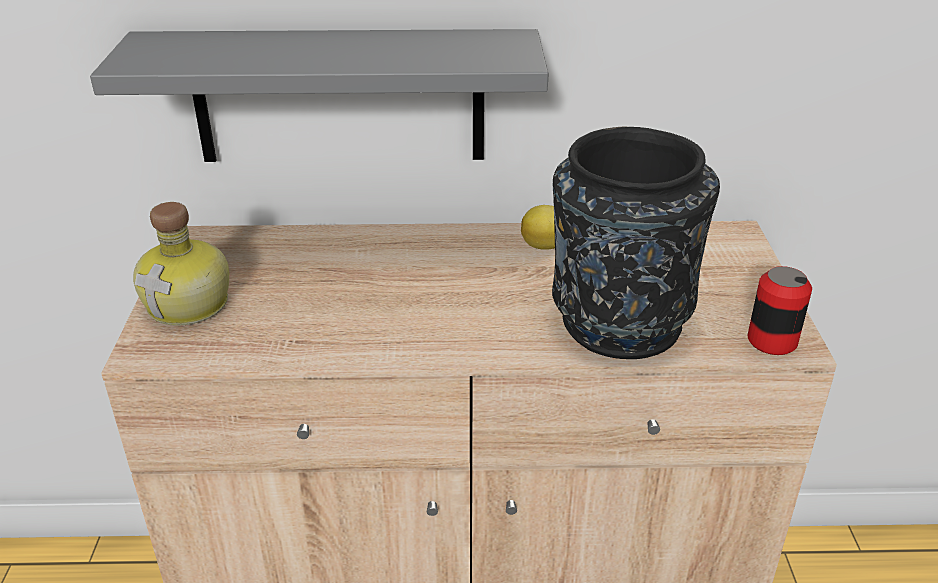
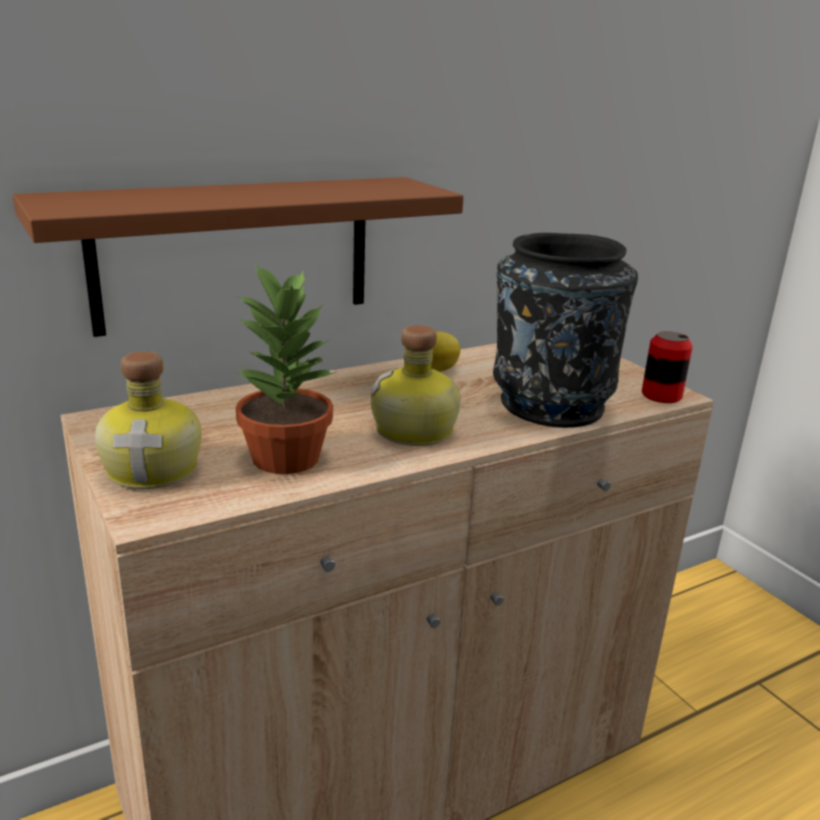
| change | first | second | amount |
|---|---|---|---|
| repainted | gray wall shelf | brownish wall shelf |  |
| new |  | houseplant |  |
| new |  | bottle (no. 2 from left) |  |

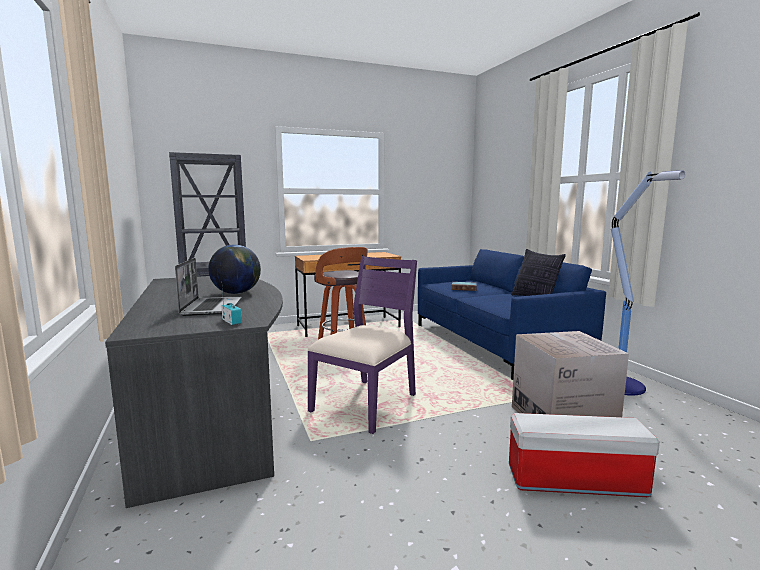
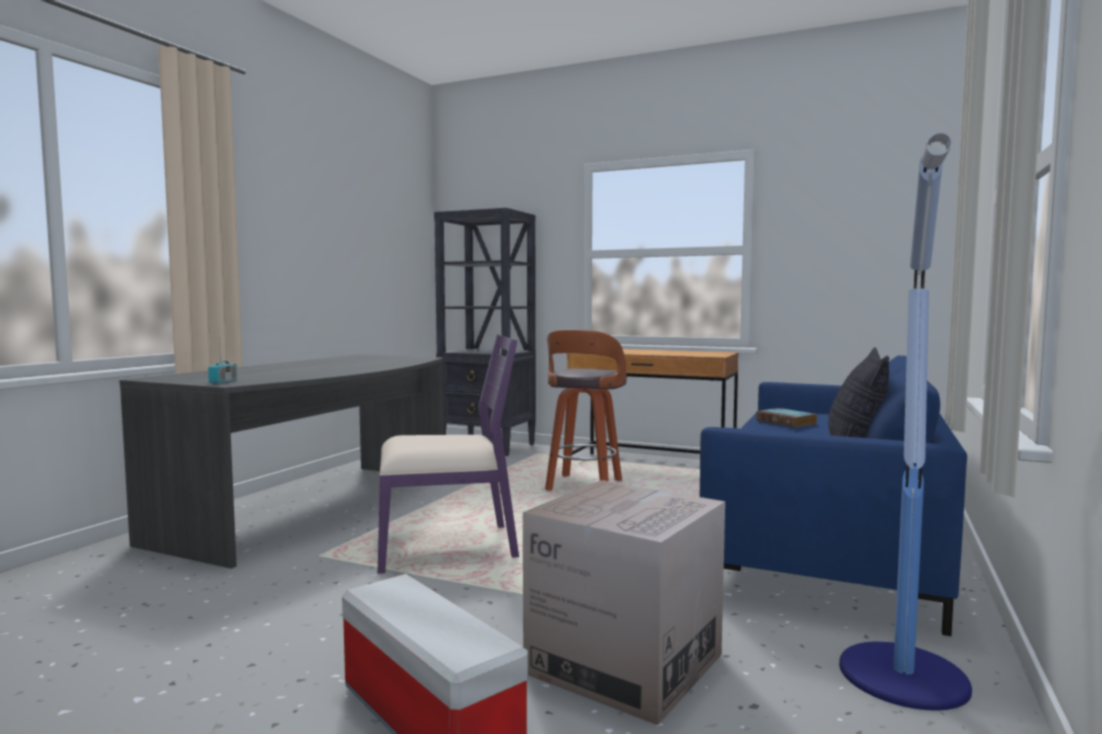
| change | first | second | amount |
|---|---|---|---|
| gone | globe |  |  |
| gone | portable computer |  |  |

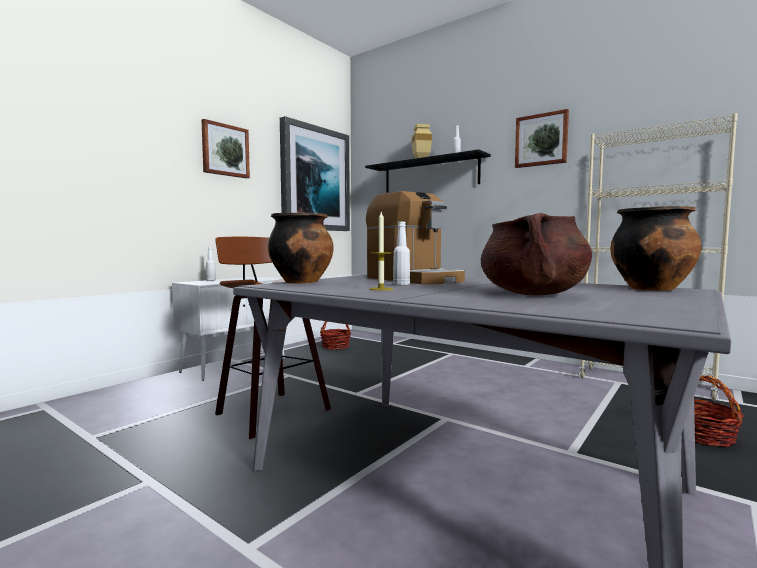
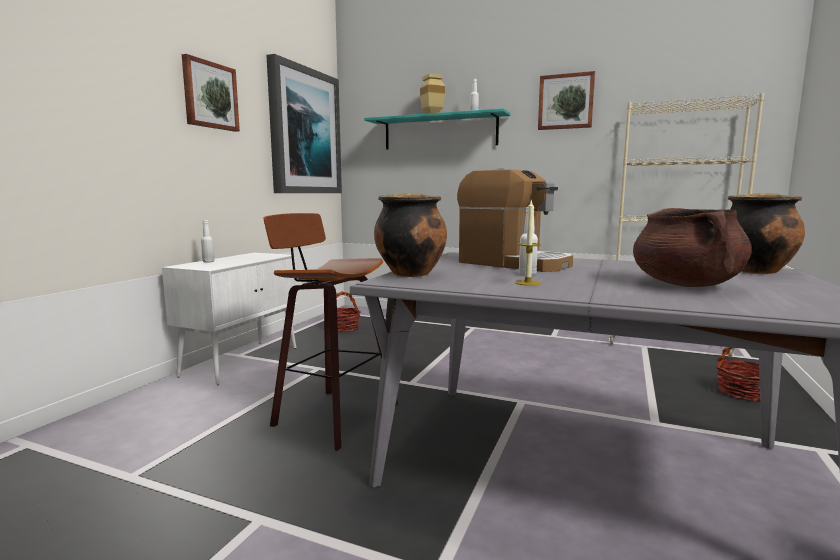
| change | first | second | amount |
|---|---|---|---|
| repainted | black wall shelf | blue-green wall shelf |  |

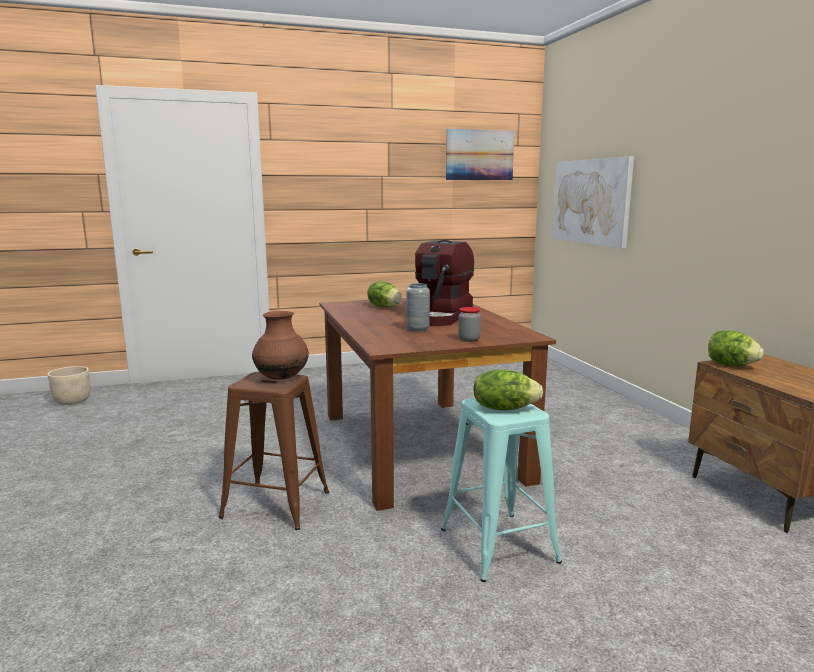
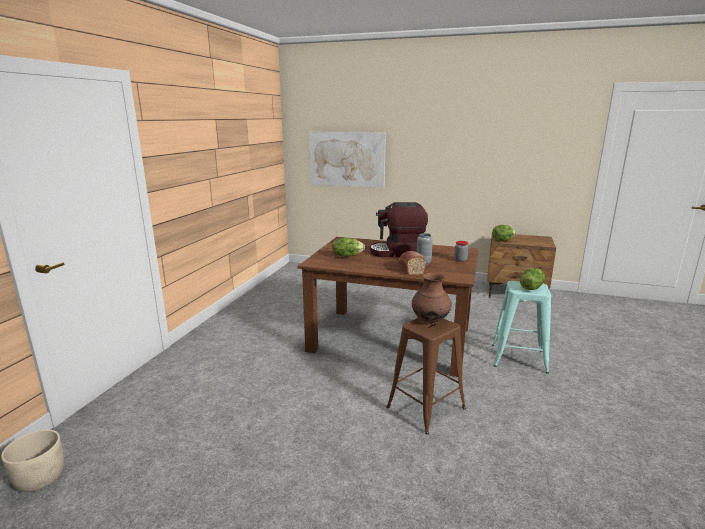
| change | first | second | amount |
|---|---|---|---|
| gone | picture (no. 1 from left) |  |  |
| rotated | coffee machine |  | 120 degrees clockwise |
| new |  | bread |  |

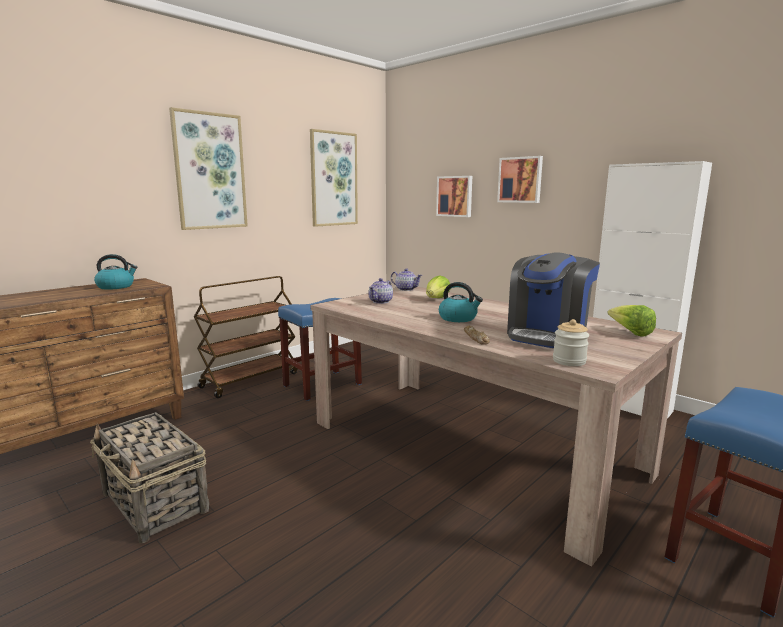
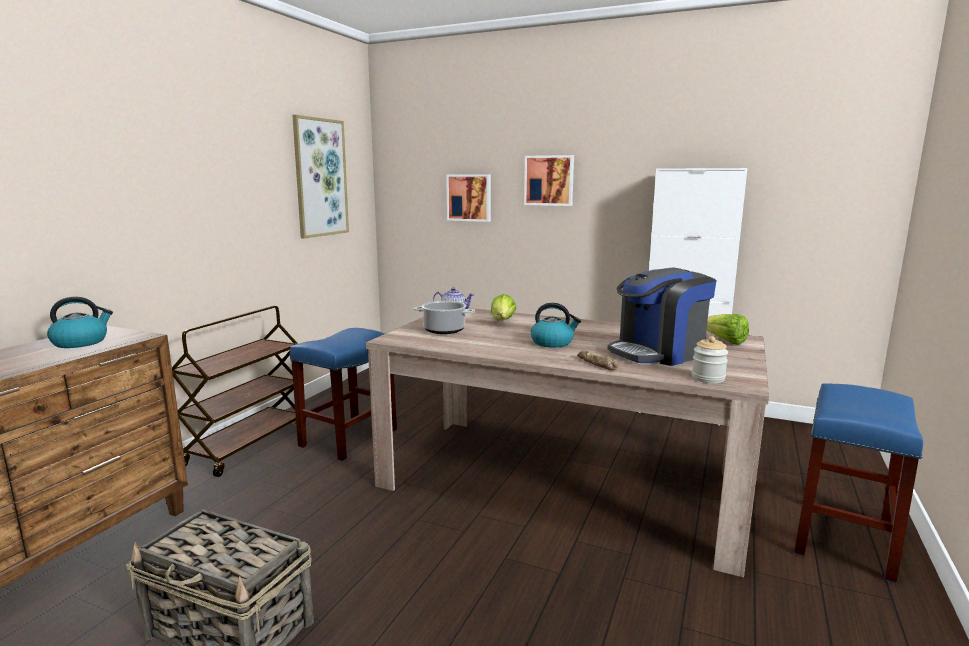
| change | first | second | amount |
|---|---|---|---|
| gone | picture (no. 1 from left) |  |  |
| rotated | coffee machine |  | 45 degrees clockwise |
| swapped | teapot (no. 1 from left) | saucepot |  |

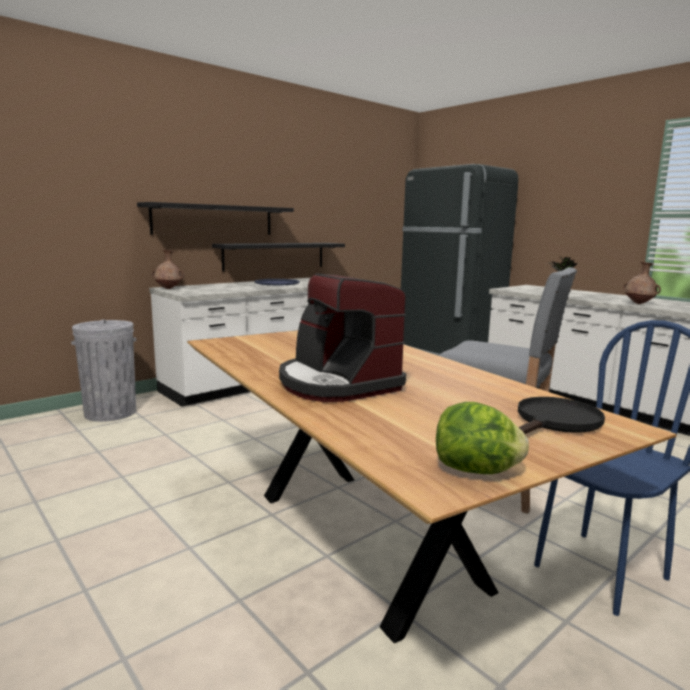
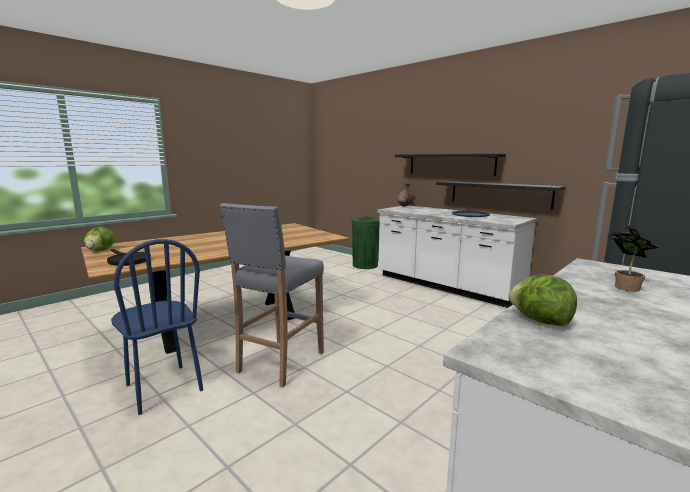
| change | first | second | amount |
|---|---|---|---|
| swapped | brownish decorative vase (no. 2 from left) | lettuce head (no. 2 from left) |  |
| gone | coffee machine |  |  |
| repainted | gray waste bin | greenish waste bin |  |

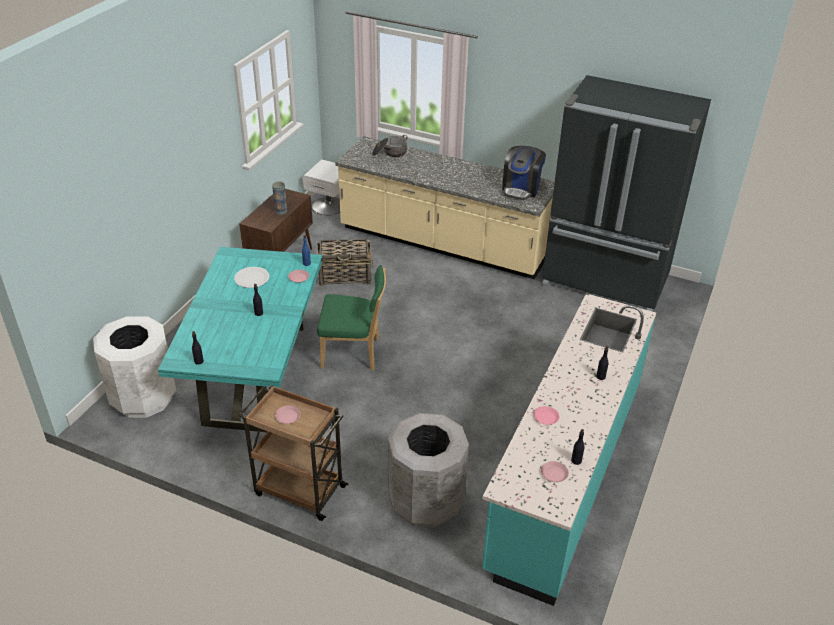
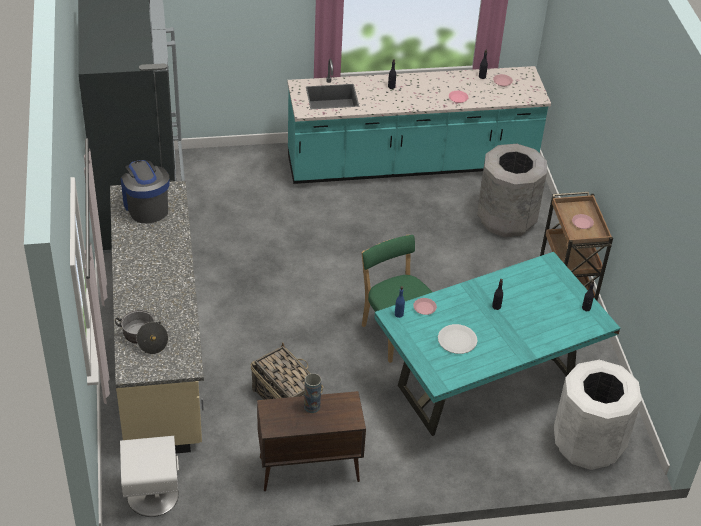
| change | first | second | amount |
|---|---|---|---|
| rotated | coffee machine |  | 105 degrees counterclockwise |

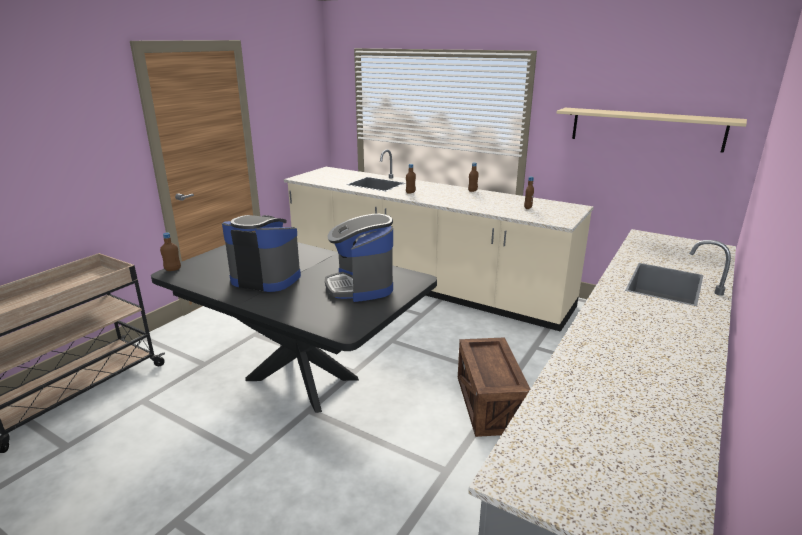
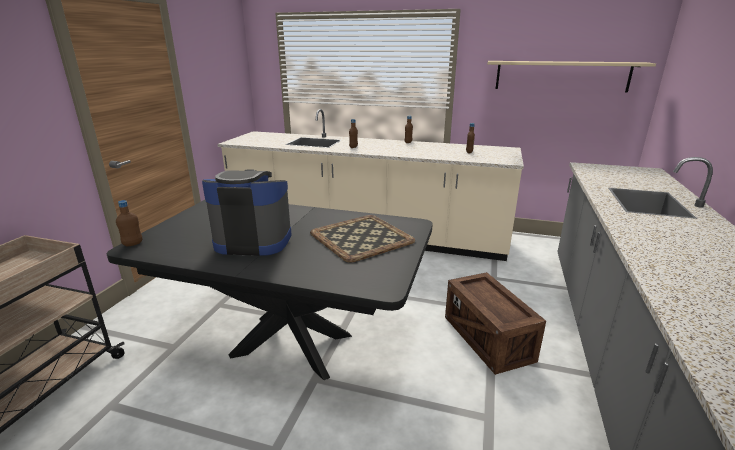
| change | first | second | amount |
|---|---|---|---|
| swapped | coffee machine (no. 2 from left) | carrying tray |  |

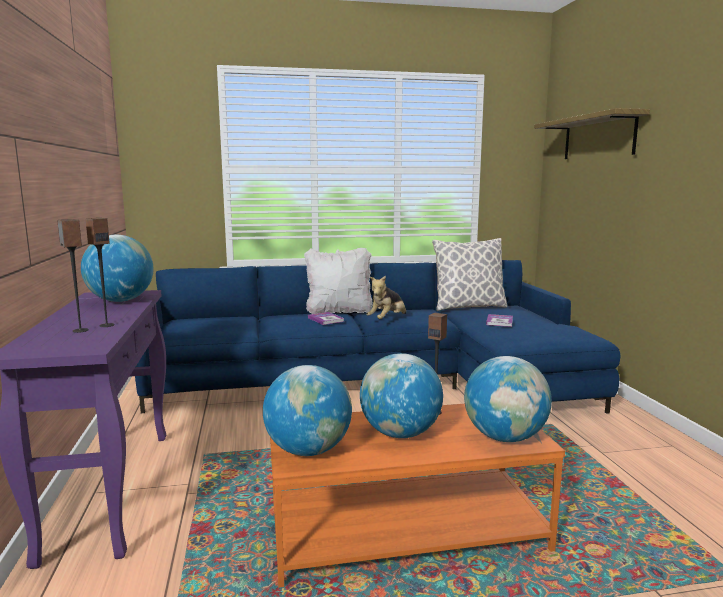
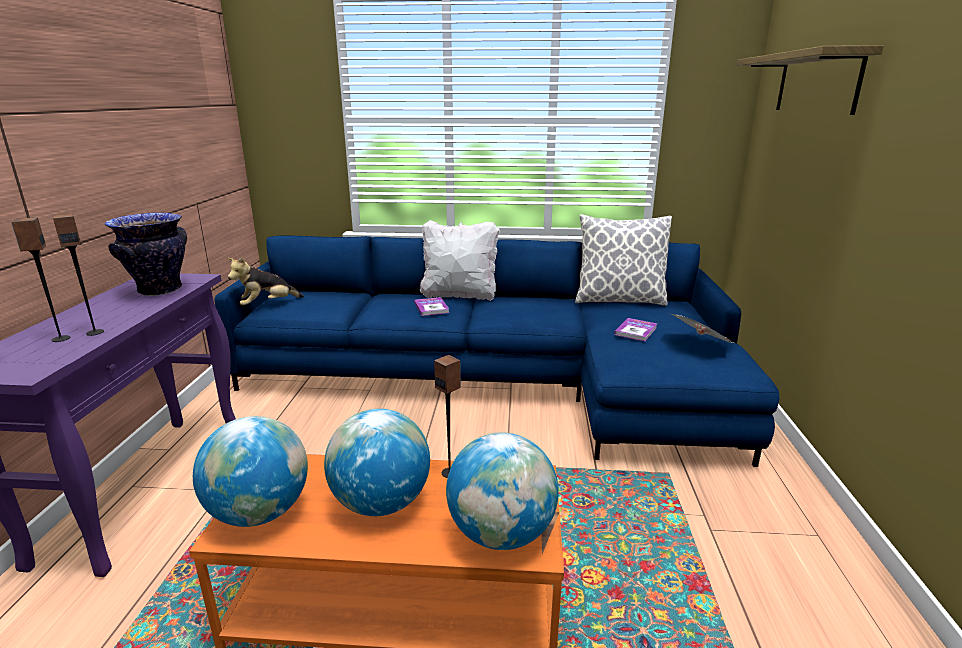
| change | first | second | amount |
|---|---|---|---|
| swapped | globe (no. 1 from left) | decorative vase |  |
| shifted | cuddly toy |  |  |
| new |  | newspaper |  |

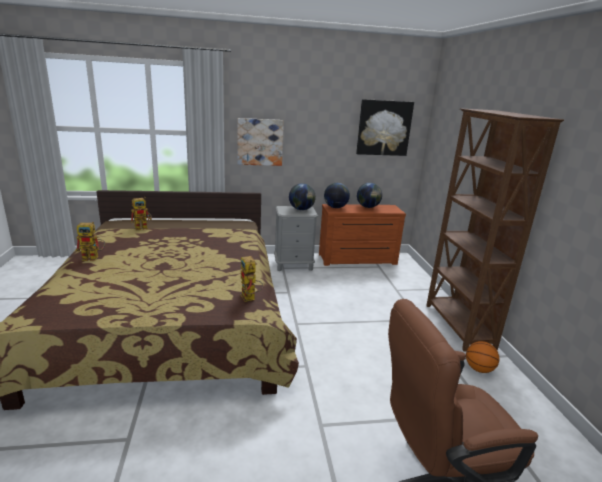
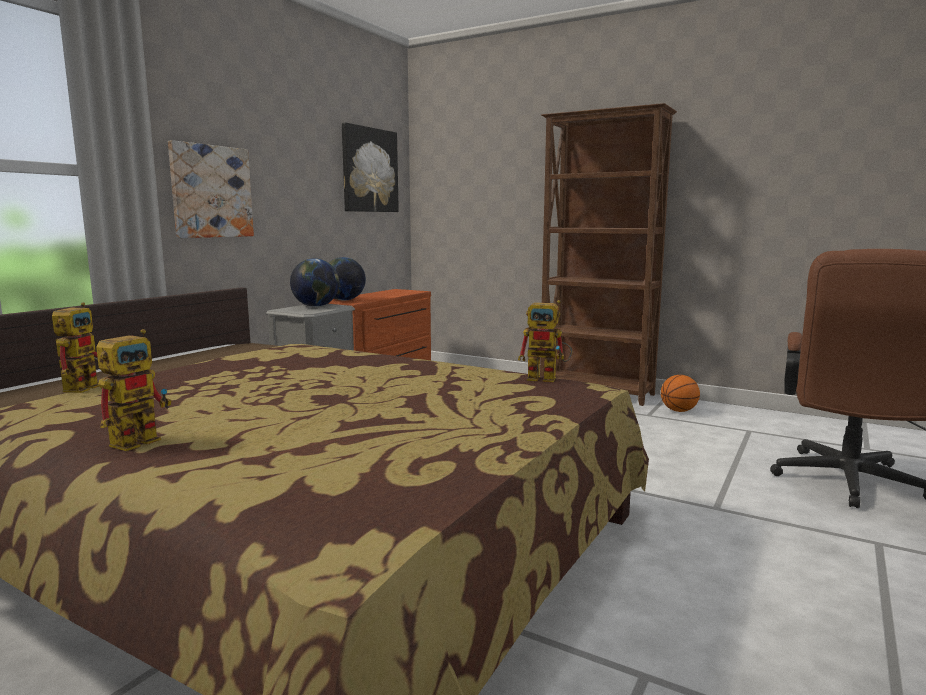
| change | first | second | amount |
|---|---|---|---|
| gone | globe (no. 3 from left) |  |  |

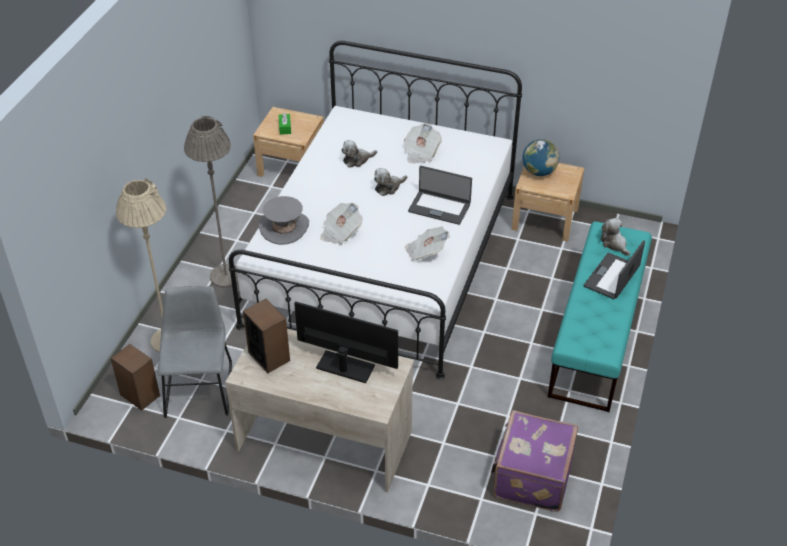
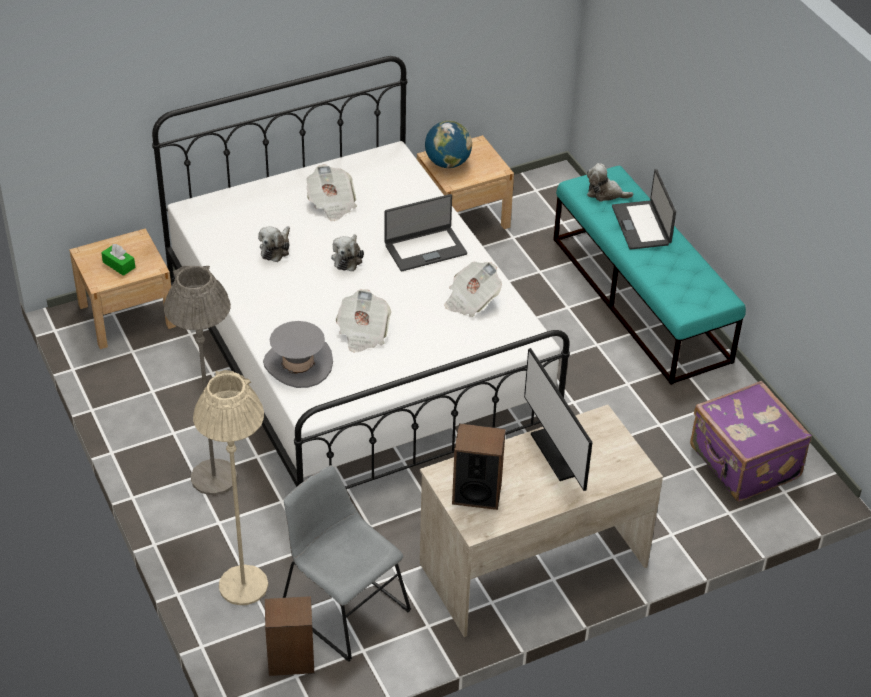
| change | first | second | amount |
|---|---|---|---|
| rotated | monitor |  | 90 degrees counterclockwise |

